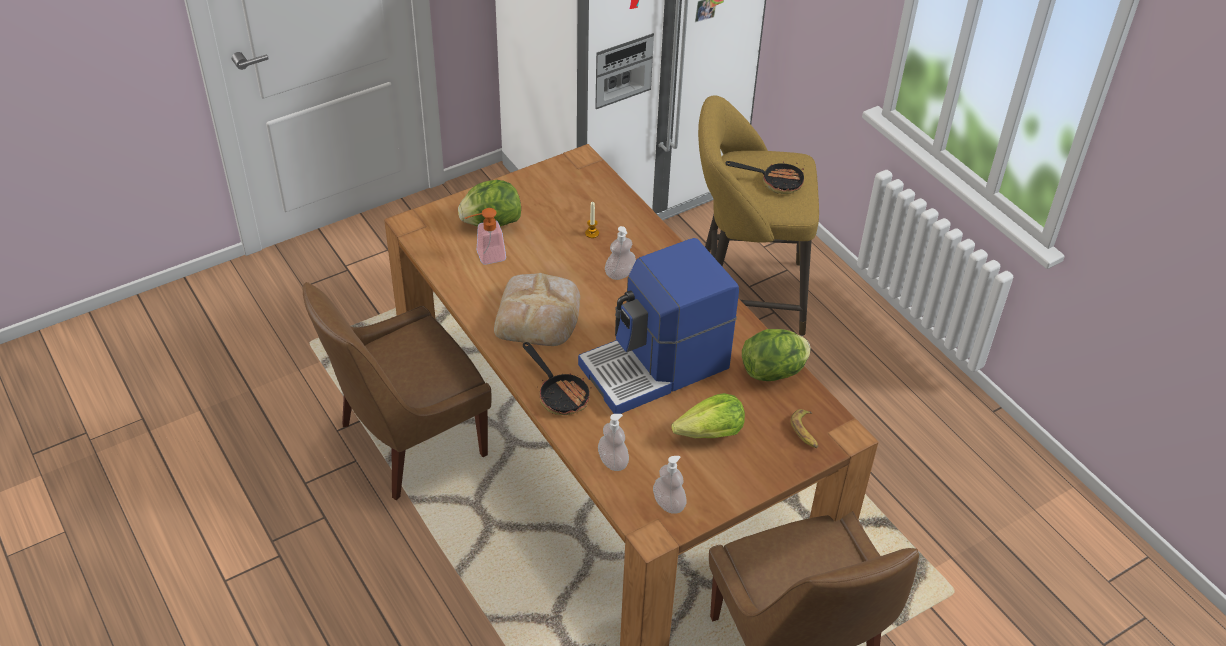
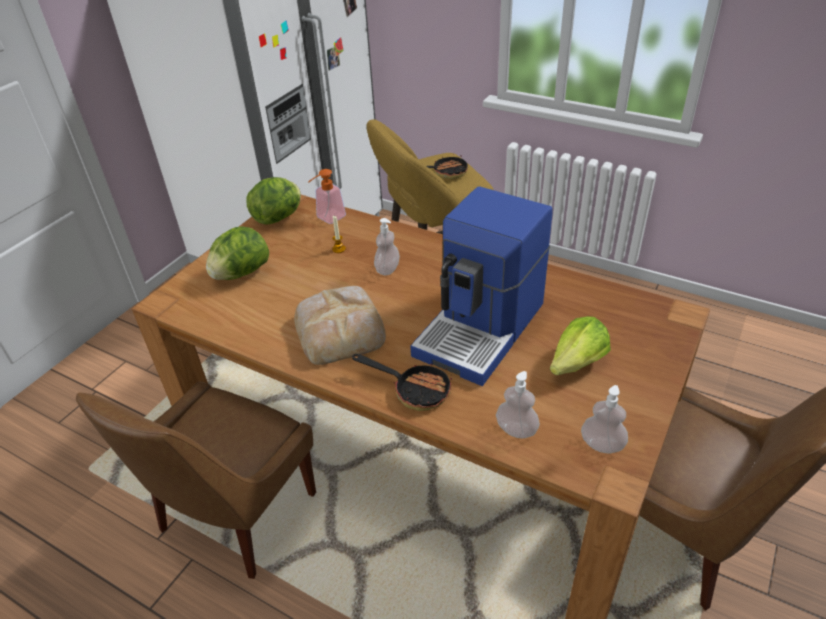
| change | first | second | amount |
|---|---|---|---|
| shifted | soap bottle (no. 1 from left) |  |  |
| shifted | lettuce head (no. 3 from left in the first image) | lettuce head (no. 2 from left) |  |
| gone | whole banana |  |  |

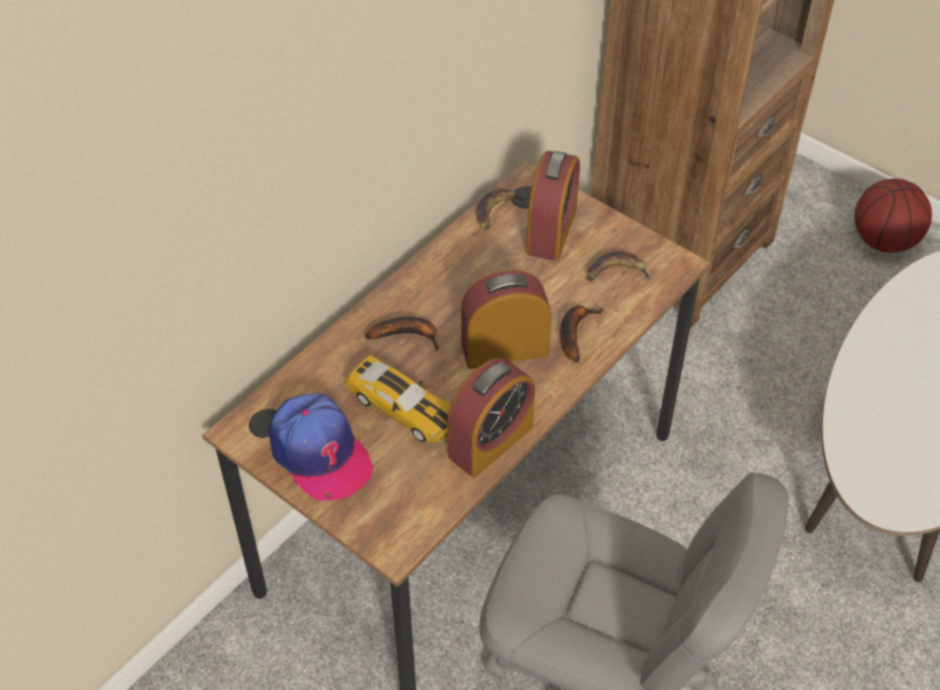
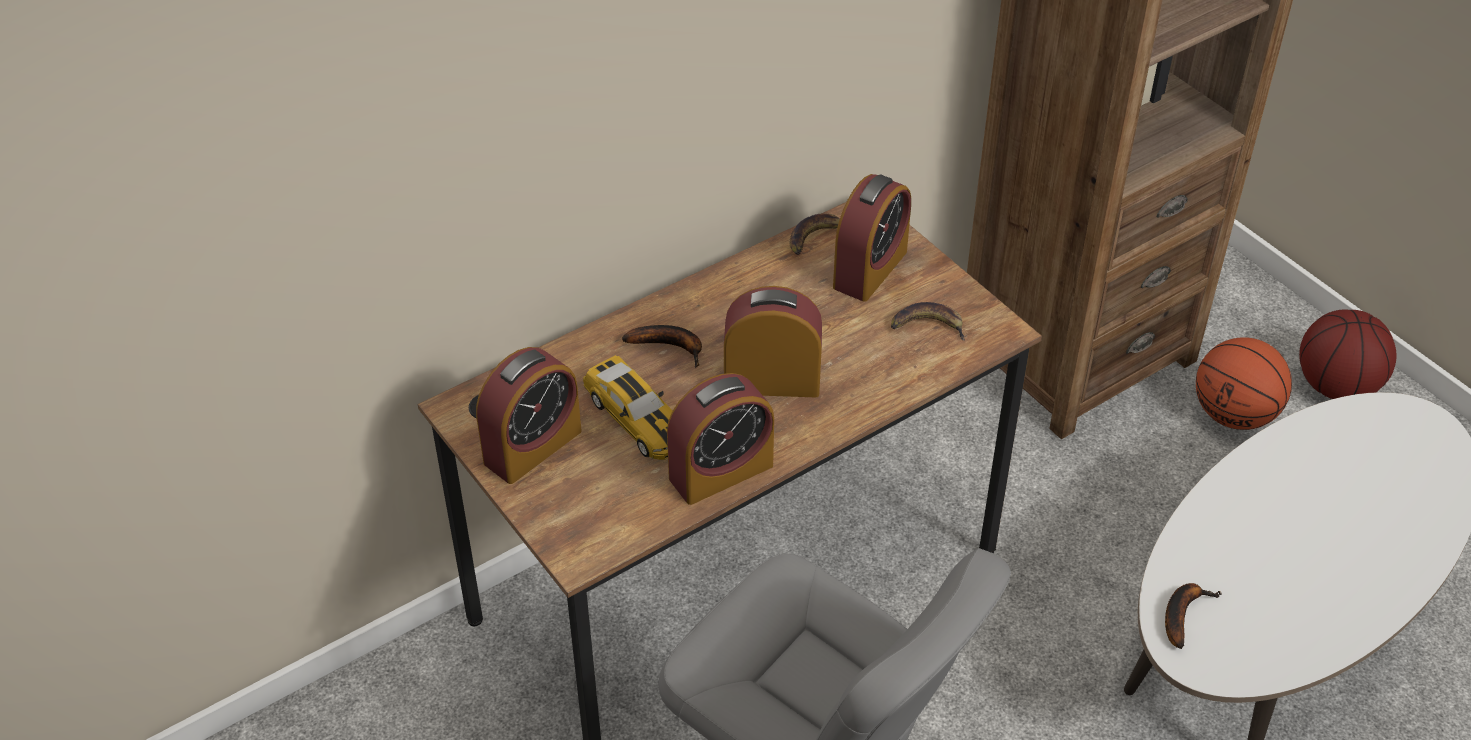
| change | first | second | amount |
|---|---|---|---|
| shifted | whole banana (no. 3 from left in the first image) | whole banana (no. 4 from left) |  |
| swapped | peaked cap | table clock (no. 1 from left) |  |
| new |  | basketball ball (no. 1 from left) |  |

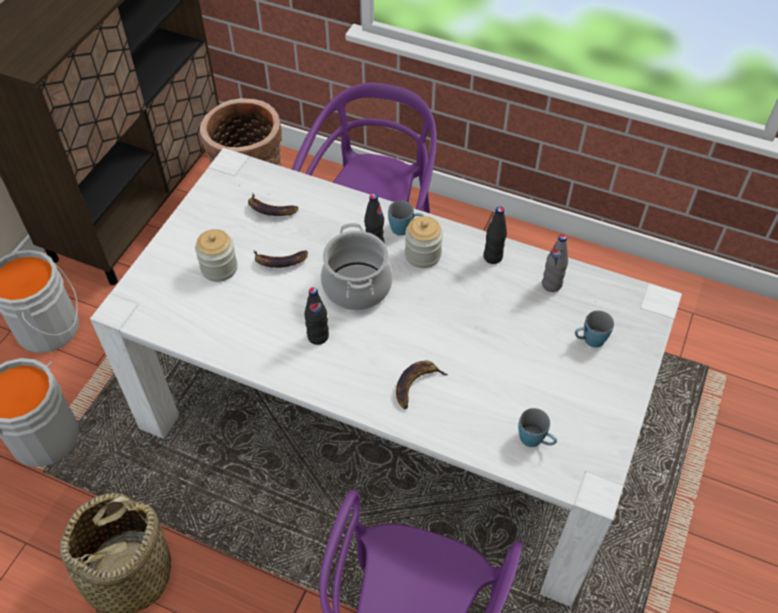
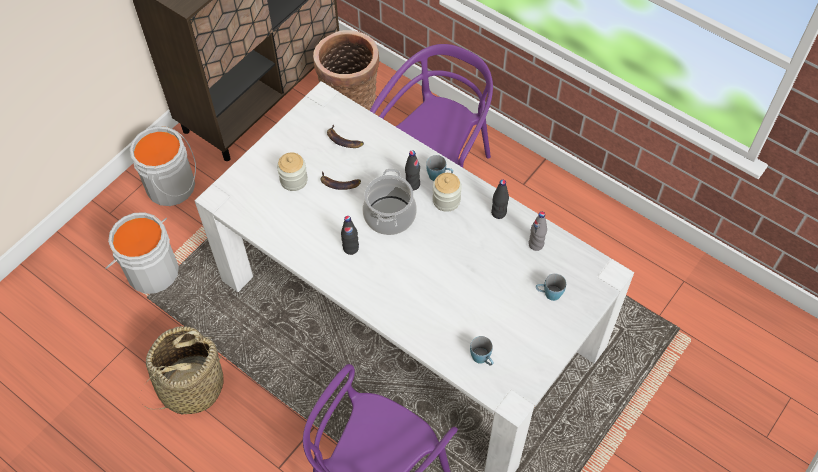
| change | first | second | amount |
|---|---|---|---|
| gone | whole banana (no. 3 from left) |  |  |

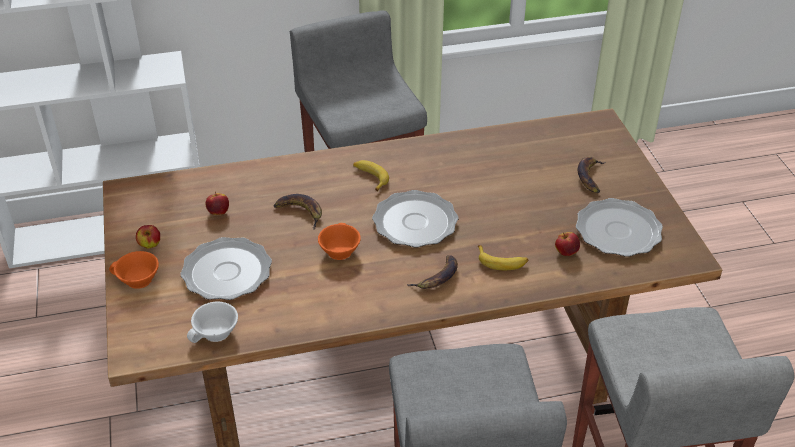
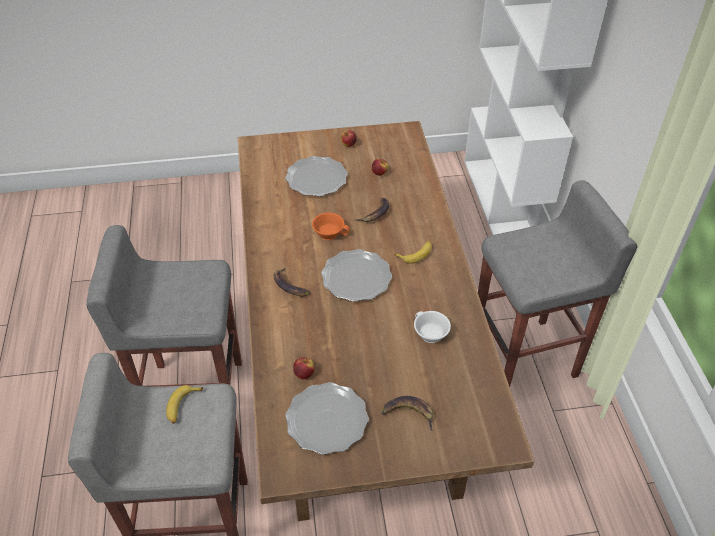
| change | first | second | amount |
|---|---|---|---|
| shifted | whole banana (no. 4 from left in the first image) | whole banana (no. 1 from left) |  |
| gone | orange drinking cup (no. 1 from left) |  |  |
| shifted | white-coloured drinking cup |  |  |

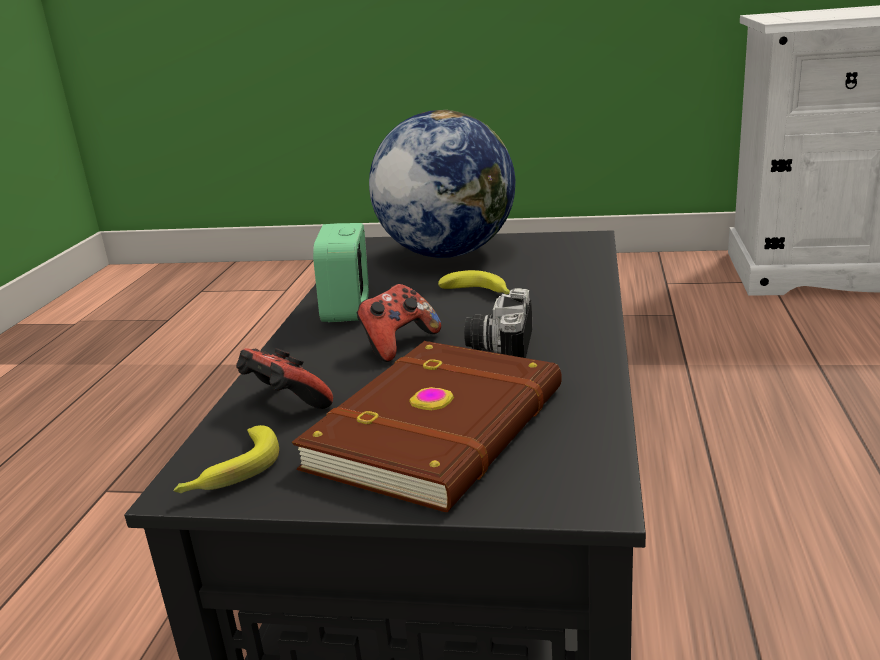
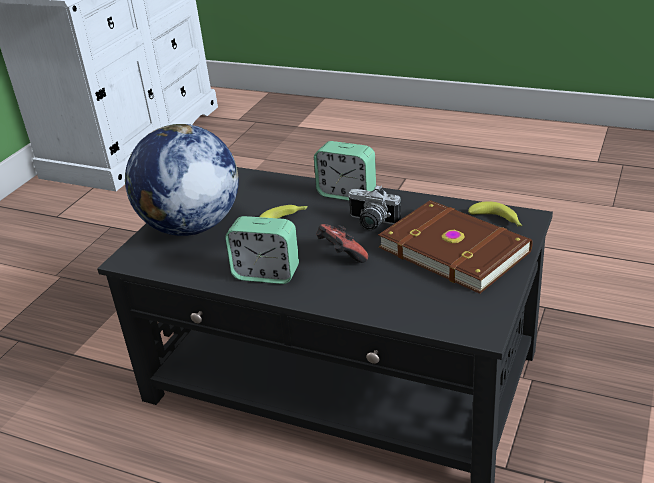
| change | first | second | amount |
|---|---|---|---|
| gone | joypad (no. 1 from left) |  |  |
| shifted | whole banana (no. 1 from left in the first image) | whole banana (no. 2 from left) |  |
| new |  | table clock (no. 2 from left) |  |

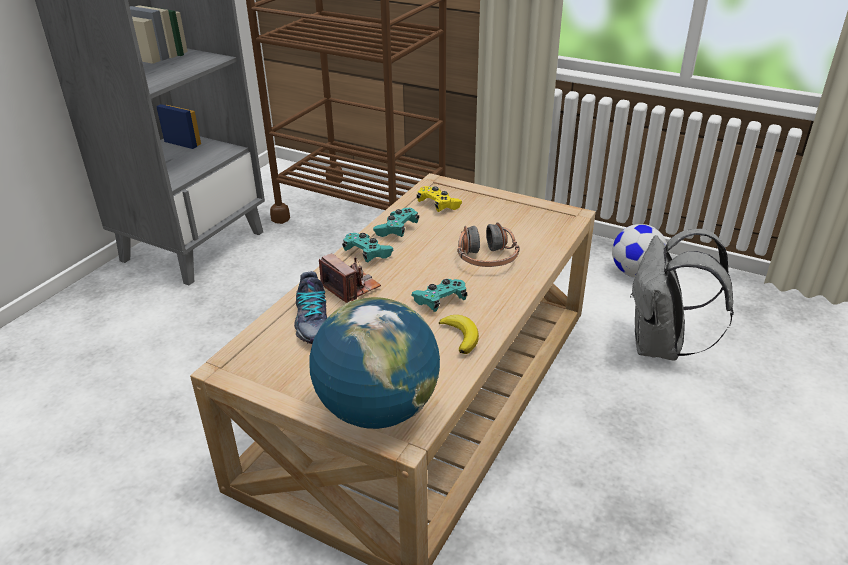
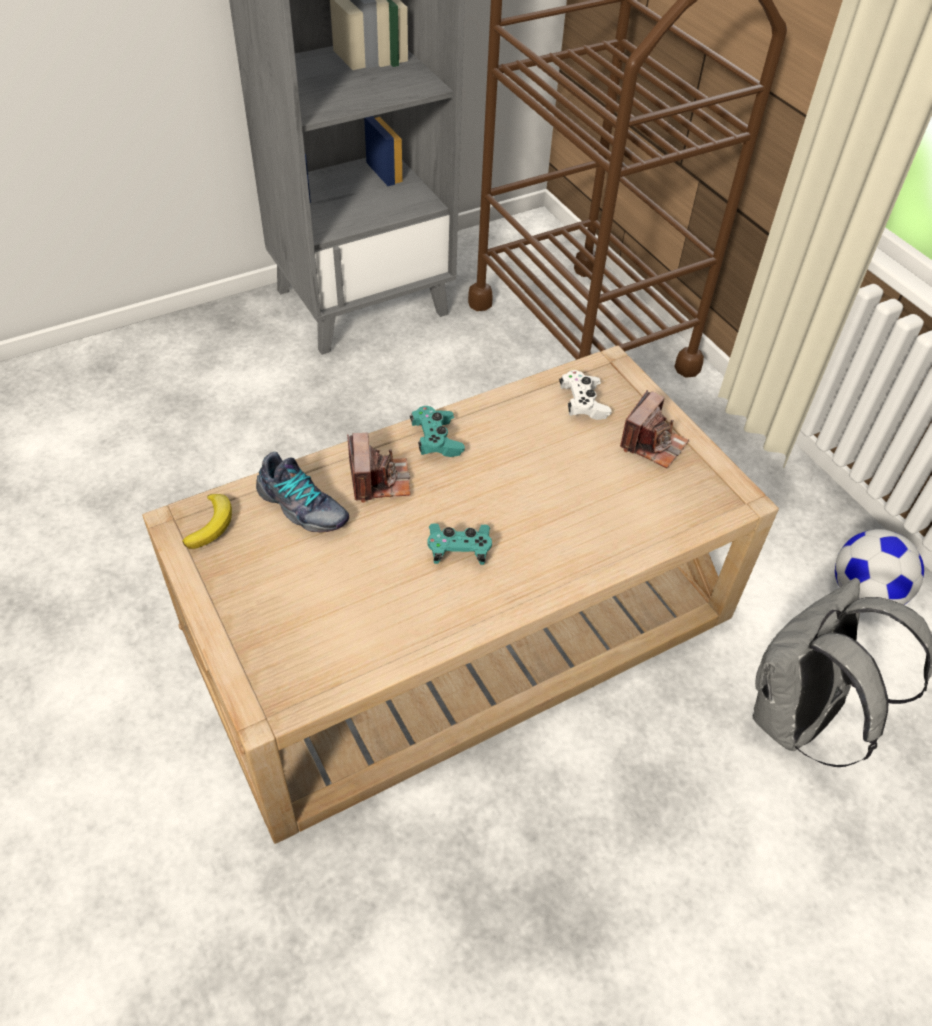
| change | first | second | amount |
|---|---|---|---|
| repainted | yellowish joypad | white-coloured joypad |  |
| gone | blue-green joypad (no. 2 from left) |  |  |
| gone | headphones |  |  |
| rotated | low shoe |  | 75 degrees counterclockwise |
| gone | globe |  |  |
| shifted | whole banana |  |  |
| new |  | photo camera (no. 2 from left) |  |

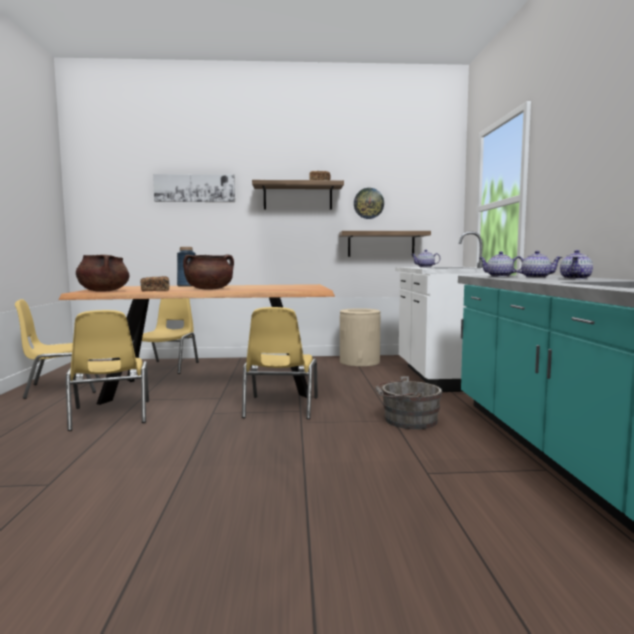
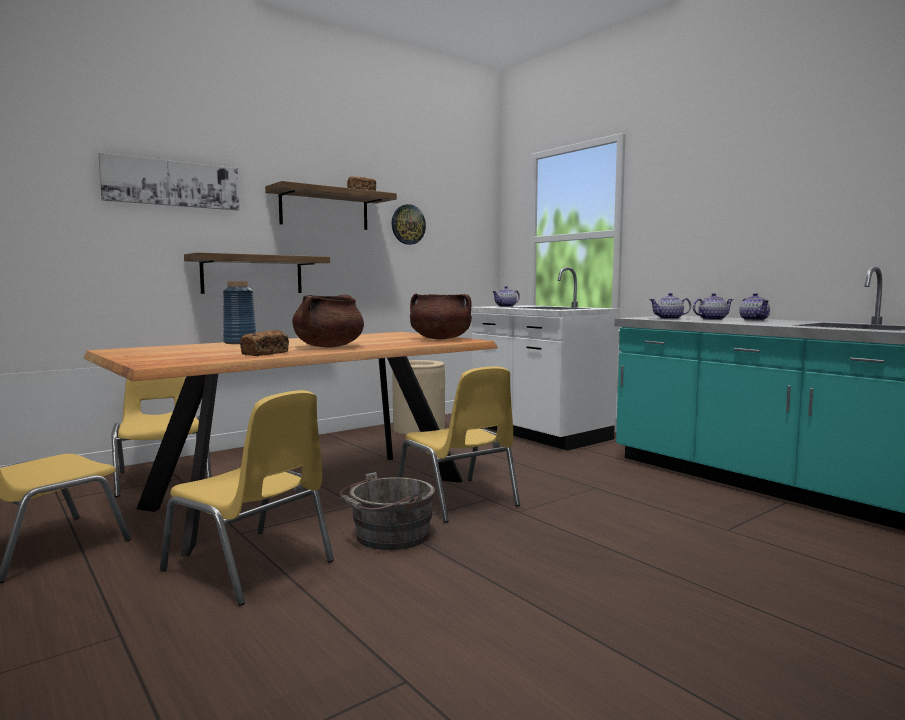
| change | first | second | amount |
|---|---|---|---|
| shifted | wall shelf (no. 2 from left in the first image) | wall shelf (no. 1 from left) |  |
| shifted | brownish saucepot (no. 1 from left in the first image) | brownish saucepot (no. 2 from left) |  |
| shifted | gray bucket |  |  |

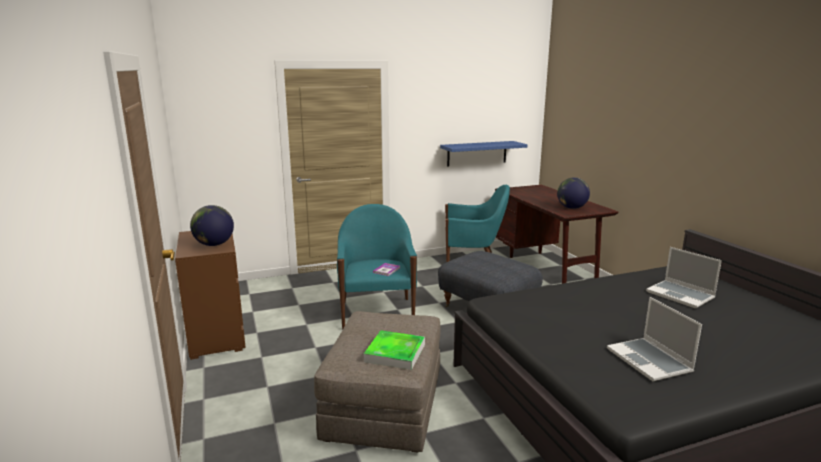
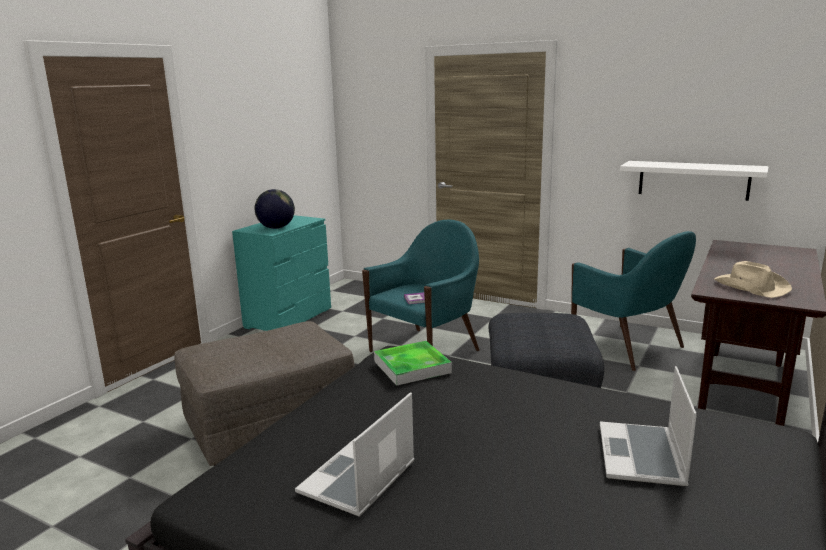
| change | first | second | amount |
|---|---|---|---|
| repainted | blue wall shelf | white-coloured wall shelf |  |
| swapped | globe (no. 2 from left) | beige wearable hat |  |
| repainted | brownish dresser | blue-green dresser |  |
| shifted | carrying tray |  |  |

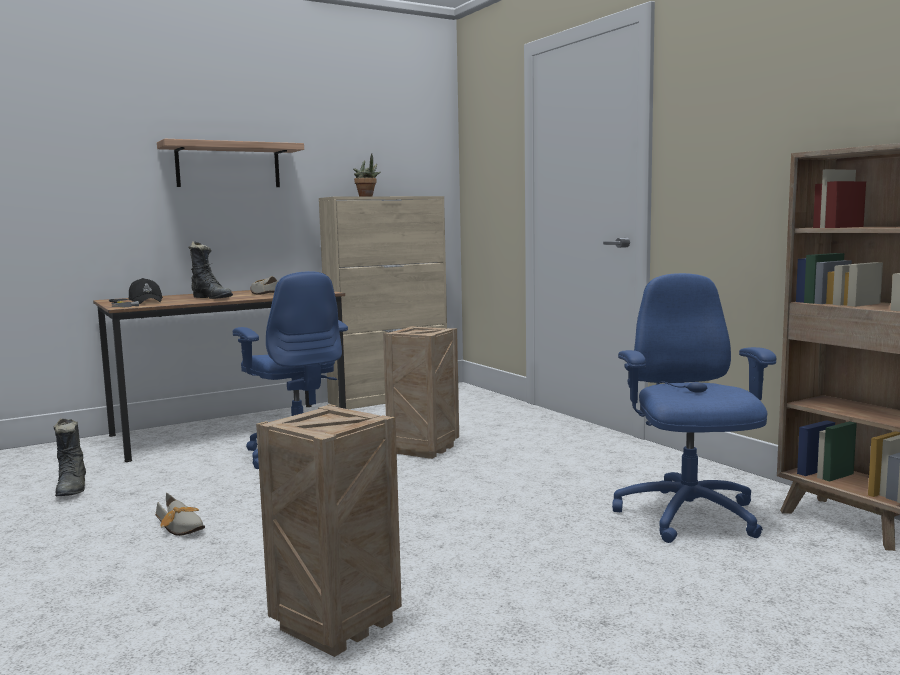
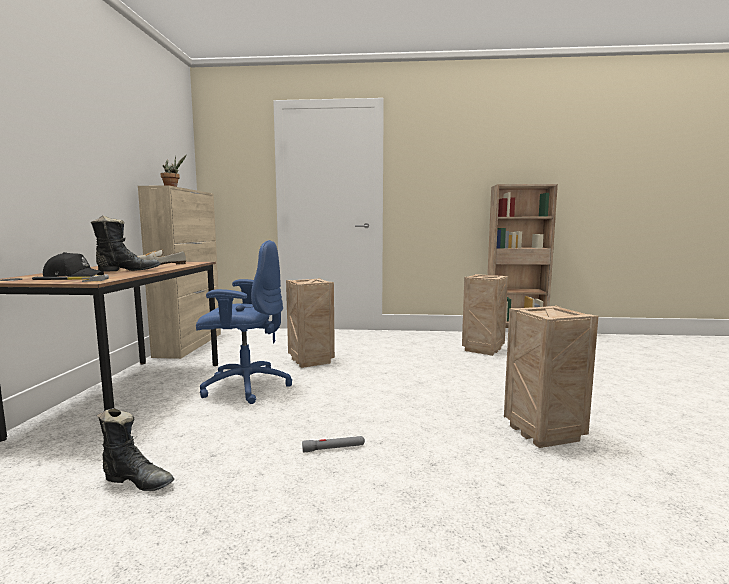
| change | first | second | amount |
|---|---|---|---|
| gone | wall shelf |  |  |
| swapped | blue office chair (no. 2 from left) | packing crate (no. 2 from left) |  |
| swapped | low shoe (no. 1 from left) | gray flashlight |  |

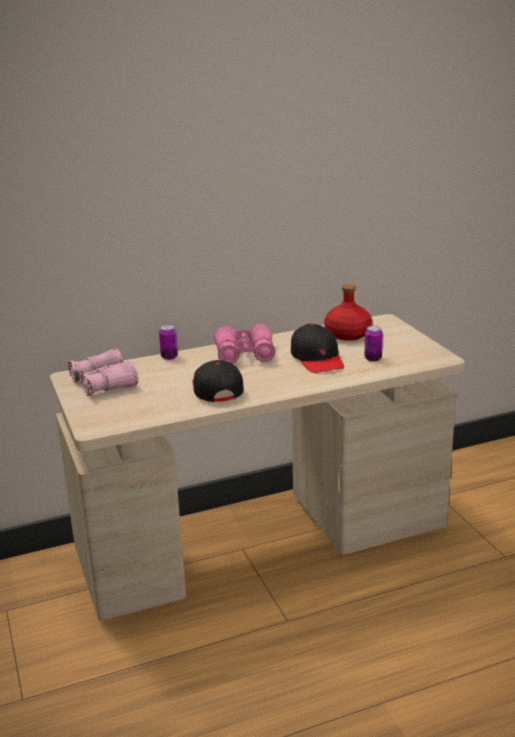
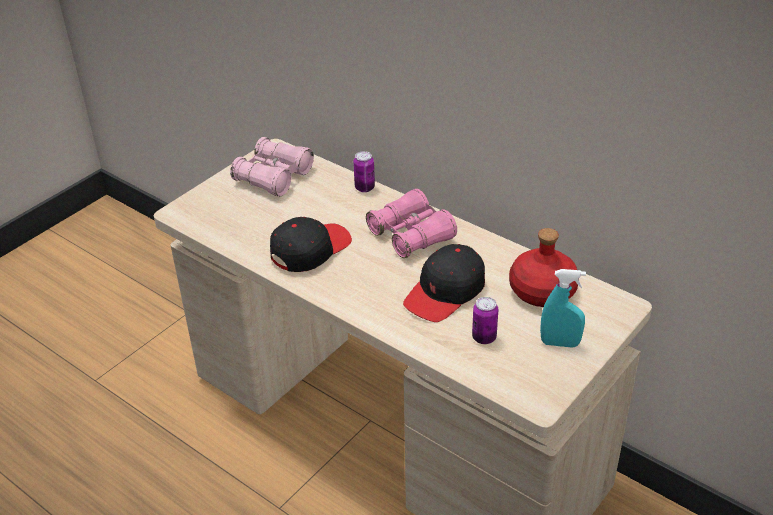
| change | first | second | amount |
|---|---|---|---|
| new |  | blue-green spray bottle |  |

